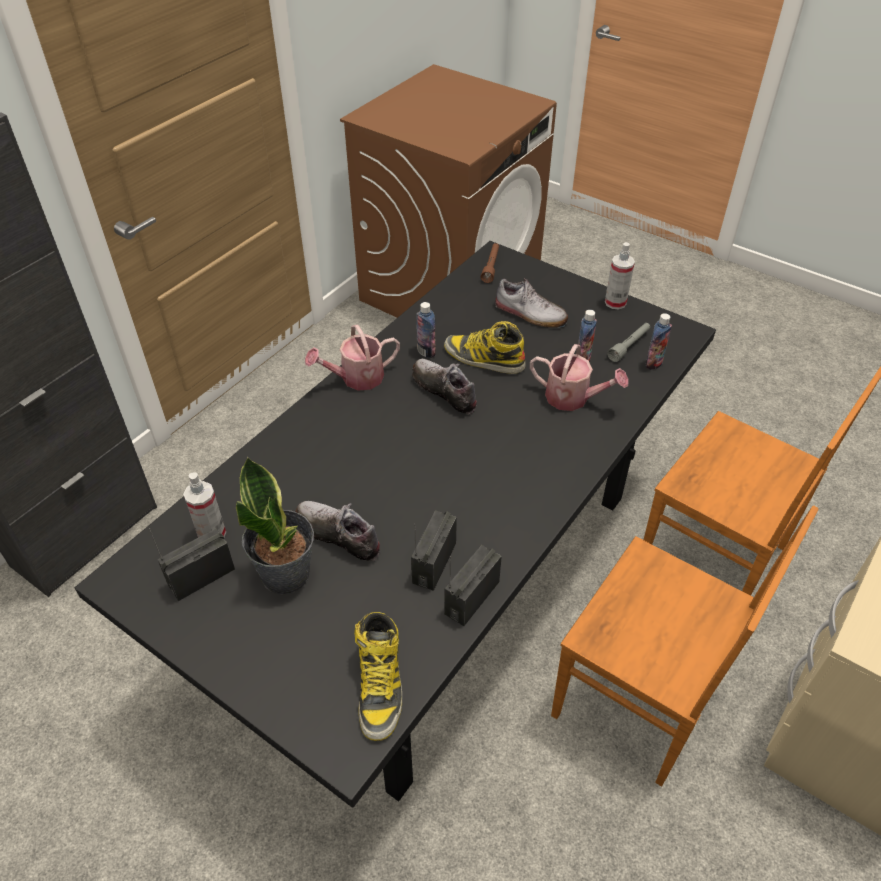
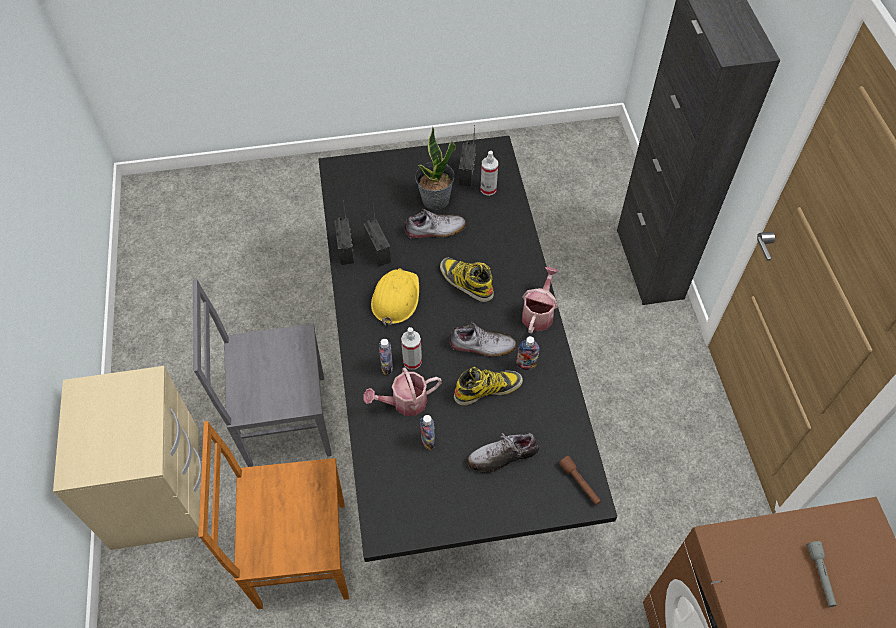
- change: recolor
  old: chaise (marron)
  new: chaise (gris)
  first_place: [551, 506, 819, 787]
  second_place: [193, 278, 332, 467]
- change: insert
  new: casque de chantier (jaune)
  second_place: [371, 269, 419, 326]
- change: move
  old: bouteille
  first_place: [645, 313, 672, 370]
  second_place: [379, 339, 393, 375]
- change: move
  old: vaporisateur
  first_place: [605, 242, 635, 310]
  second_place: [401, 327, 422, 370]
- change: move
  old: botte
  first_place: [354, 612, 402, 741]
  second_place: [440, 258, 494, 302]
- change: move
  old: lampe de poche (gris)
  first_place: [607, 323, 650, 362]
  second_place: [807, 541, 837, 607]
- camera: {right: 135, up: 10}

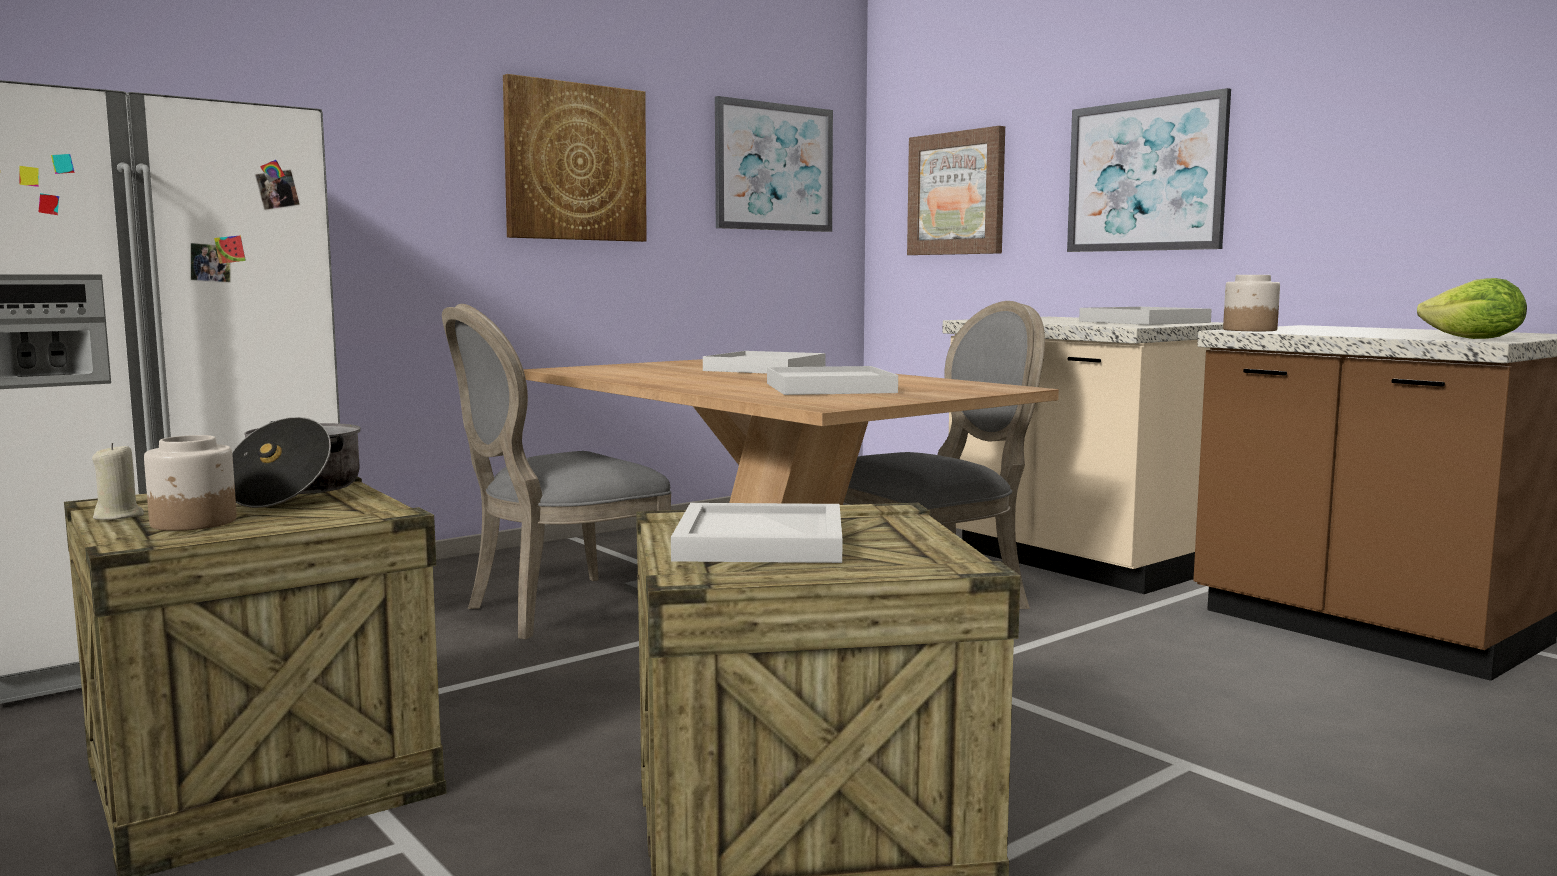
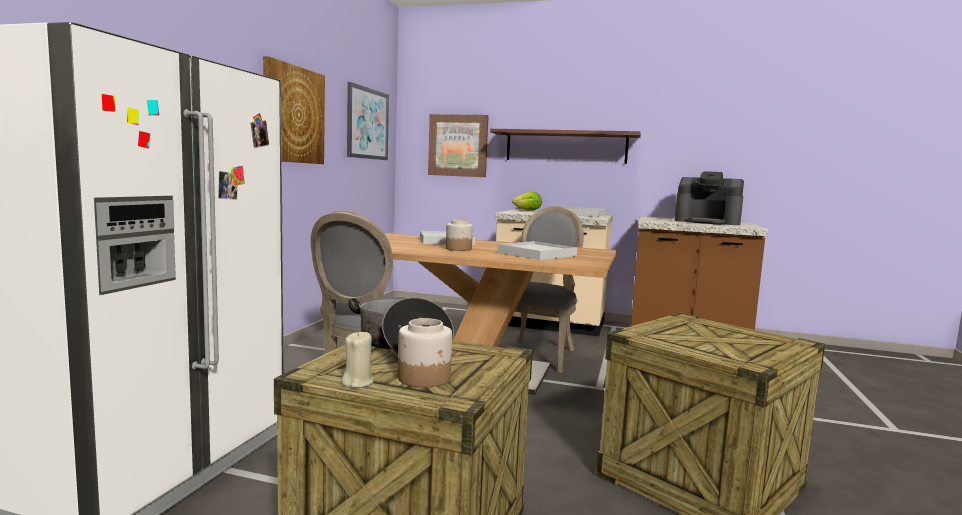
- change: move
  old: bocal
  first_place: [1223, 275, 1280, 331]
  second_place: [446, 220, 473, 251]
- change: replace
  old: tableau
  new: étagère
  first_place: [1067, 88, 1231, 252]
  second_place: [490, 129, 641, 164]
- change: move
  old: laitue
  first_place: [1417, 278, 1527, 339]
  second_place: [512, 192, 542, 210]
- change: insert
  new: machine à café
  second_place: [675, 171, 744, 225]
- change: delete
  old: plateau (blanc)
  first_place: [671, 503, 842, 563]
- camera: {right: -35, up: 0}

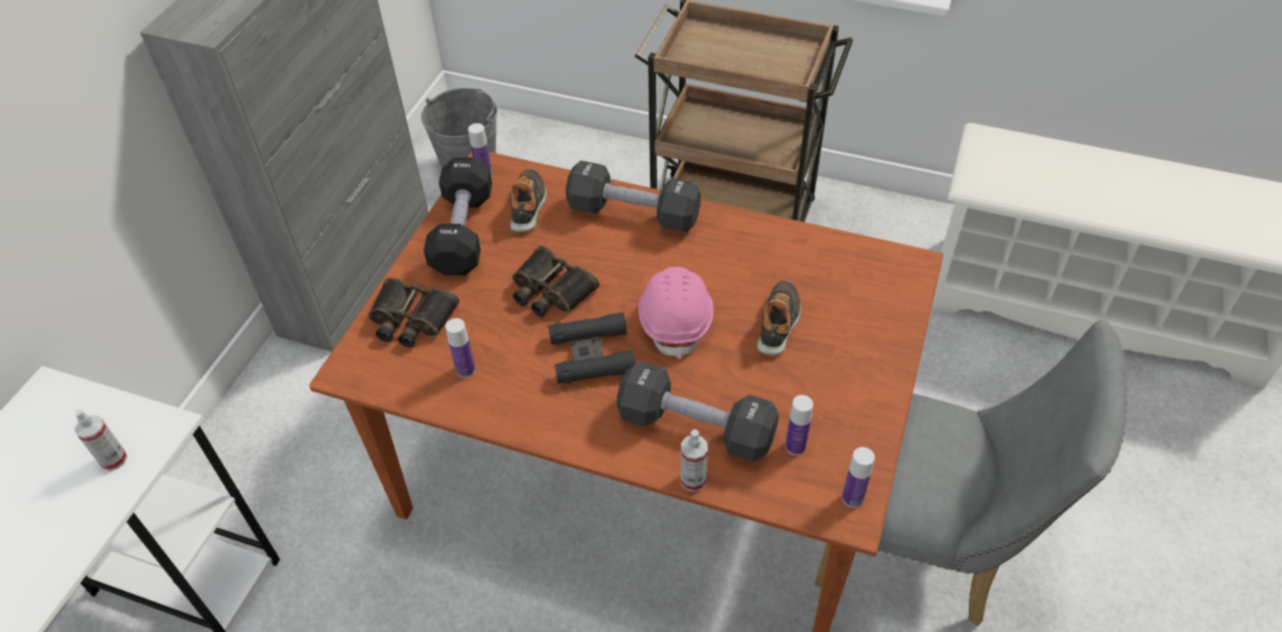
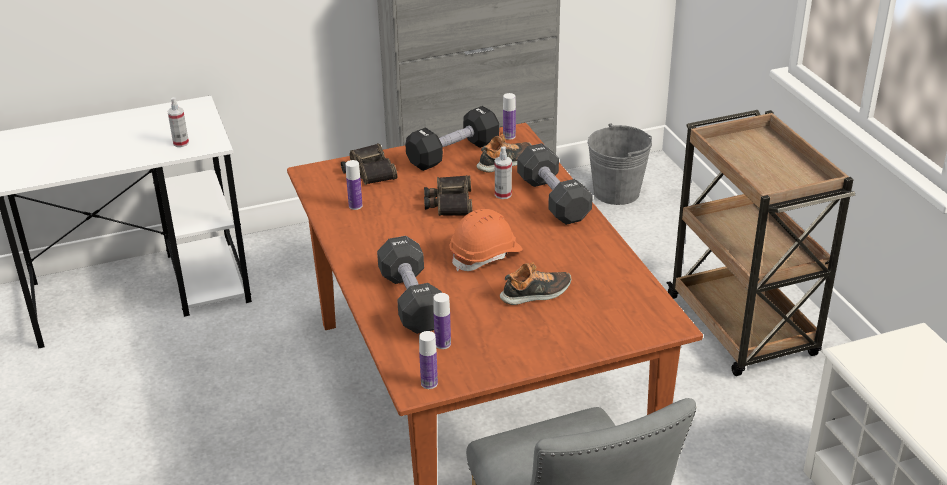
- change: recolor
  old: casque de chantier (rose)
  new: casque de chantier (orange)
  first_place: [638, 267, 714, 359]
  second_place: [450, 209, 523, 271]
- change: move
  old: vaporisateur
  first_place: [680, 429, 708, 492]
  second_place: [495, 146, 512, 199]
- change: delete
  old: jumelles (noir)
  first_place: [548, 312, 635, 384]
- camera: {right: 50, up: -15}

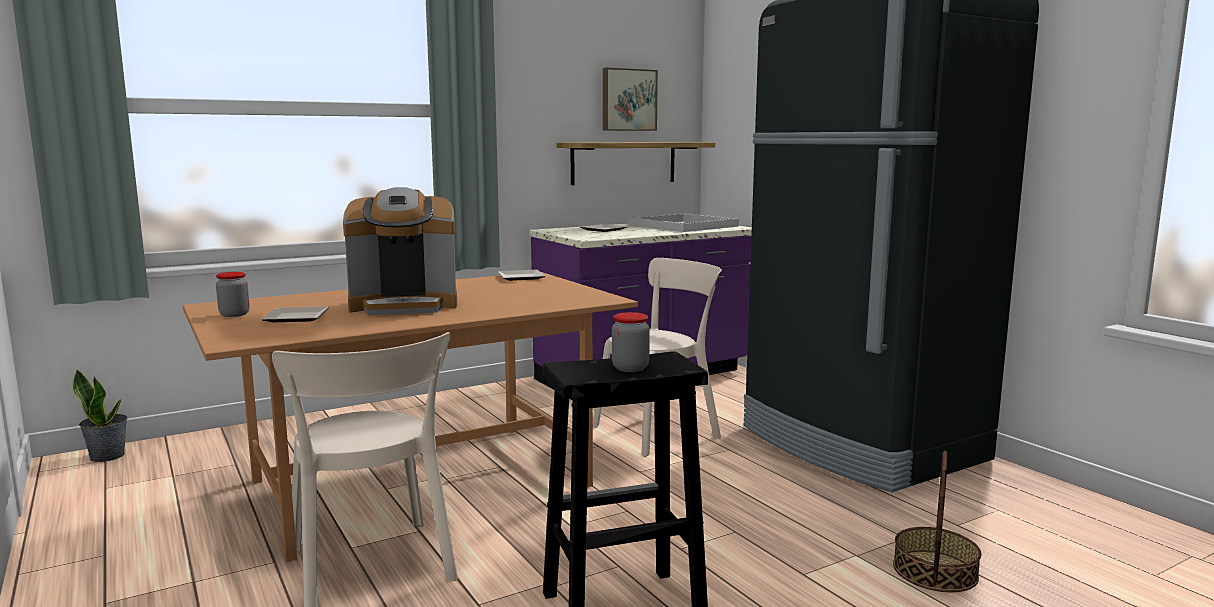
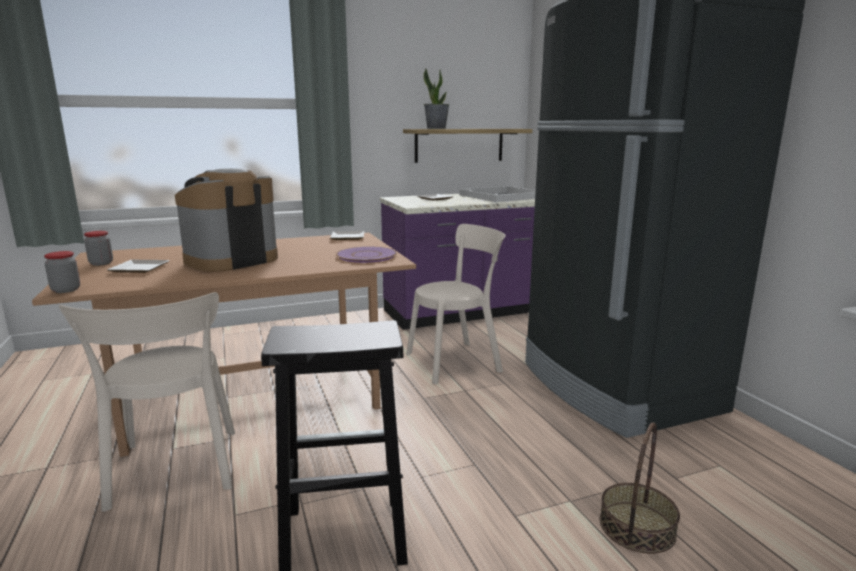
- change: move
  old: bocal
  first_place: [612, 312, 650, 372]
  second_place: [44, 251, 80, 293]
- change: rotate
  old: machine à café
  first_place: [343, 187, 457, 315]
  second_place: [175, 168, 278, 272]
  degrees: 135
- change: insert
  new: assiette (violet)
  second_place: [336, 246, 397, 263]
- change: move
  old: plante en pot
  first_place: [72, 369, 128, 462]
  second_place: [423, 68, 449, 129]
- change: delete
  old: tableau
  first_place: [603, 68, 658, 131]
- camera: {right: 10, up: 5}

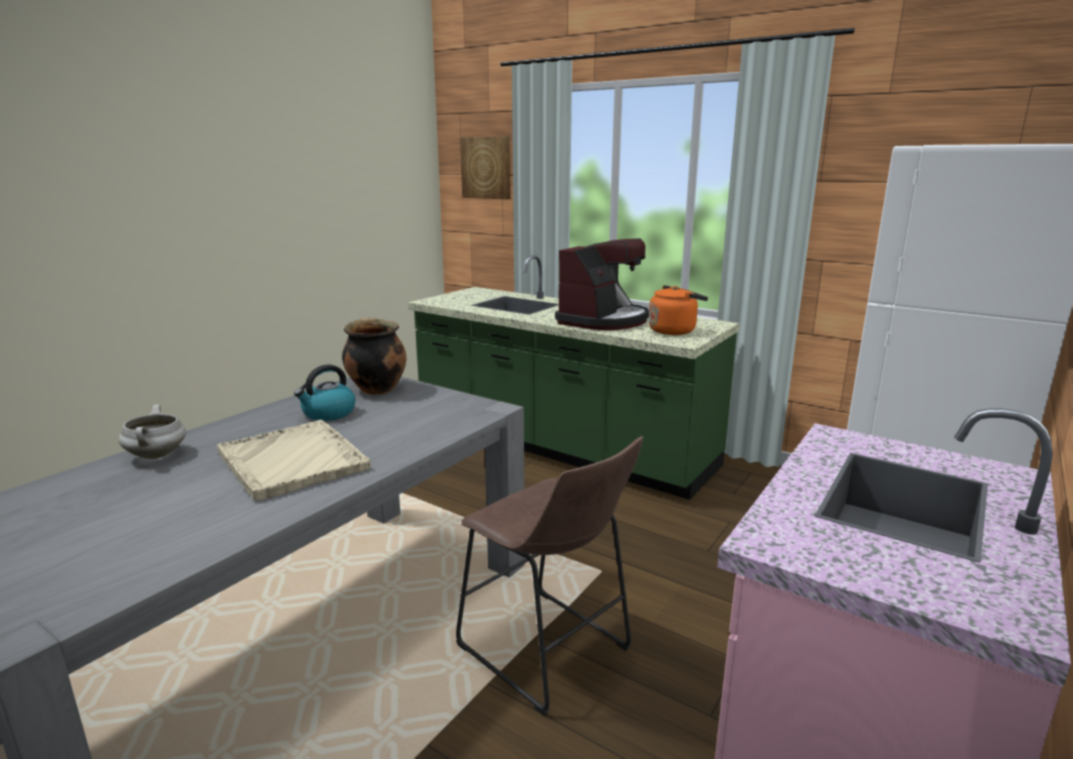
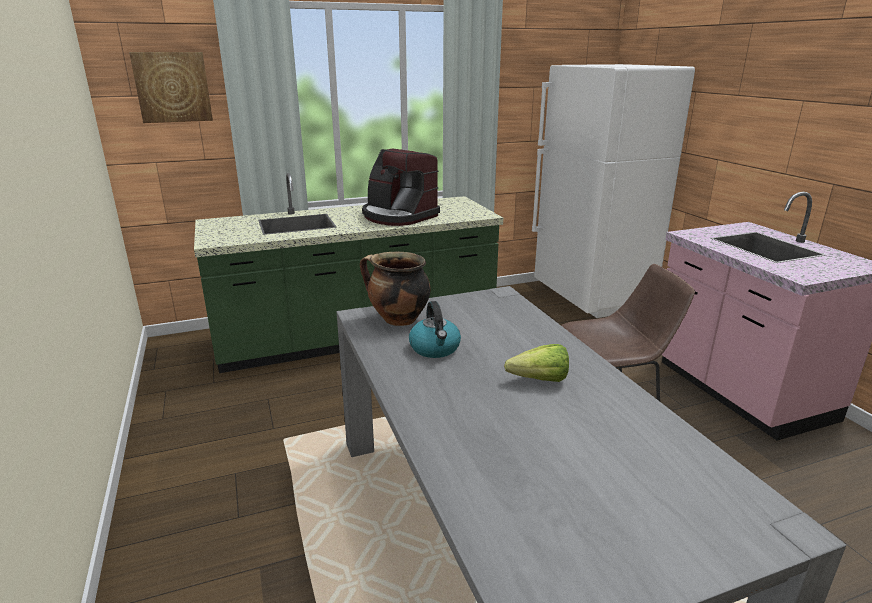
- change: rotate
  old: machine à café
  first_place: [555, 238, 649, 330]
  second_place: [362, 149, 440, 226]
  degrees: 150
- change: replace
  old: plateau (beige)
  new: laitue
  first_place: [217, 420, 371, 501]
  second_place: [504, 344, 569, 382]
- change: delete
  old: marmite (blanc)
  first_place: [119, 405, 186, 459]
- change: delete
  old: bouilloire (orange)
  first_place: [649, 285, 708, 335]
- camera: {right: -55, up: 5}

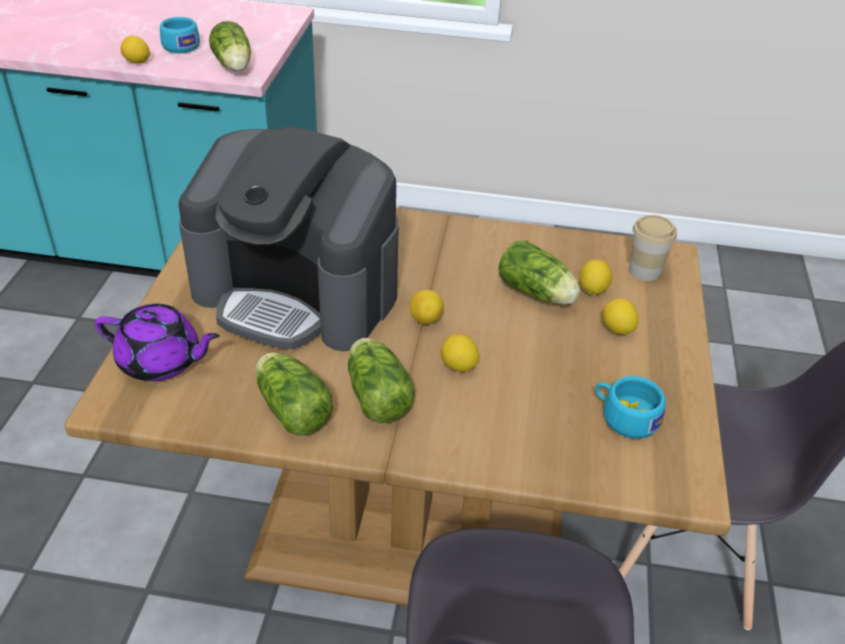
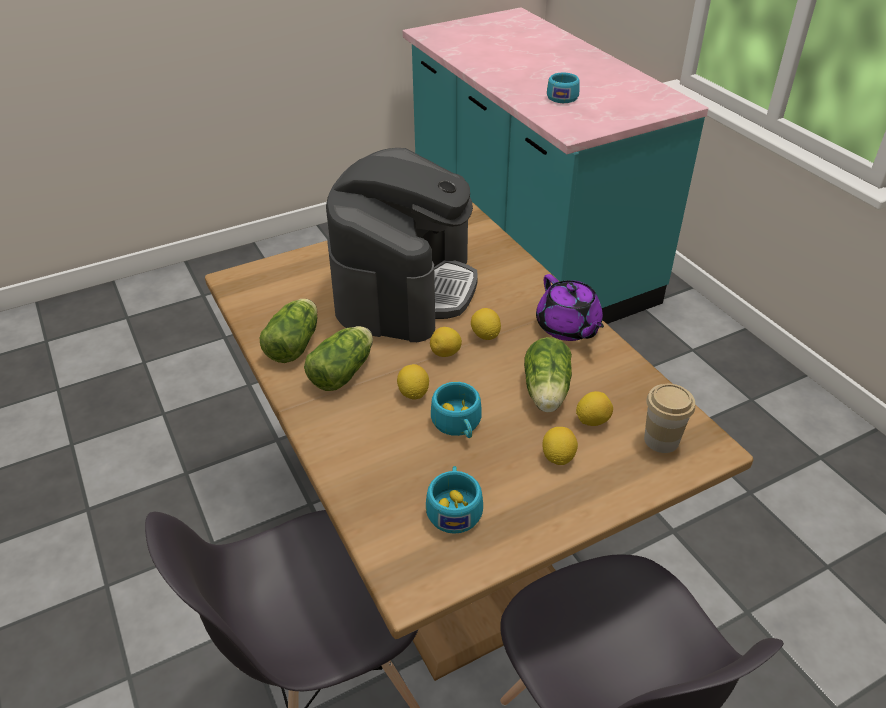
- change: rotate
  old: machine à café
  first_place: [179, 127, 399, 351]
  second_place: [326, 148, 478, 342]
  degrees: -150
- change: insert
  new: tasse (turquoise)
  second_place: [431, 382, 482, 438]
- change: move
  old: citron
  first_place: [120, 36, 150, 64]
  second_place: [471, 308, 501, 340]
- change: move
  old: théière (violet)
  first_place: [95, 304, 220, 381]
  second_place: [536, 274, 604, 341]
- change: delete
  old: laitue
  first_place: [209, 21, 251, 71]
- camera: {right: 55, up: 0}

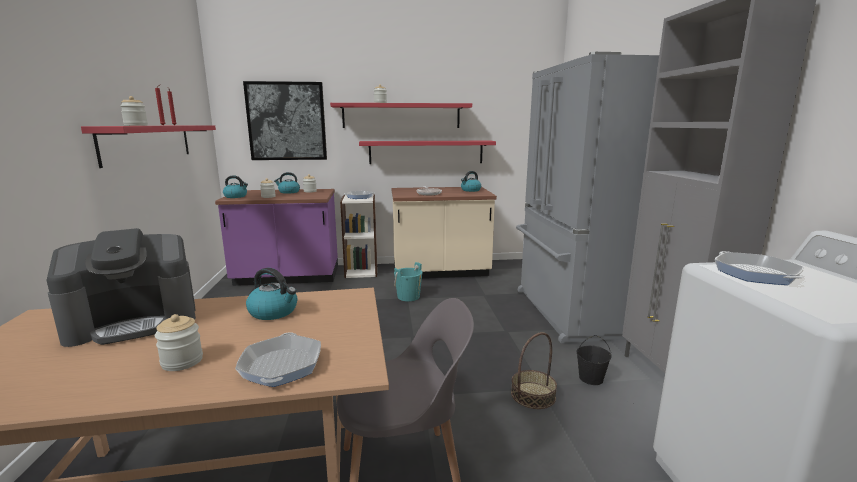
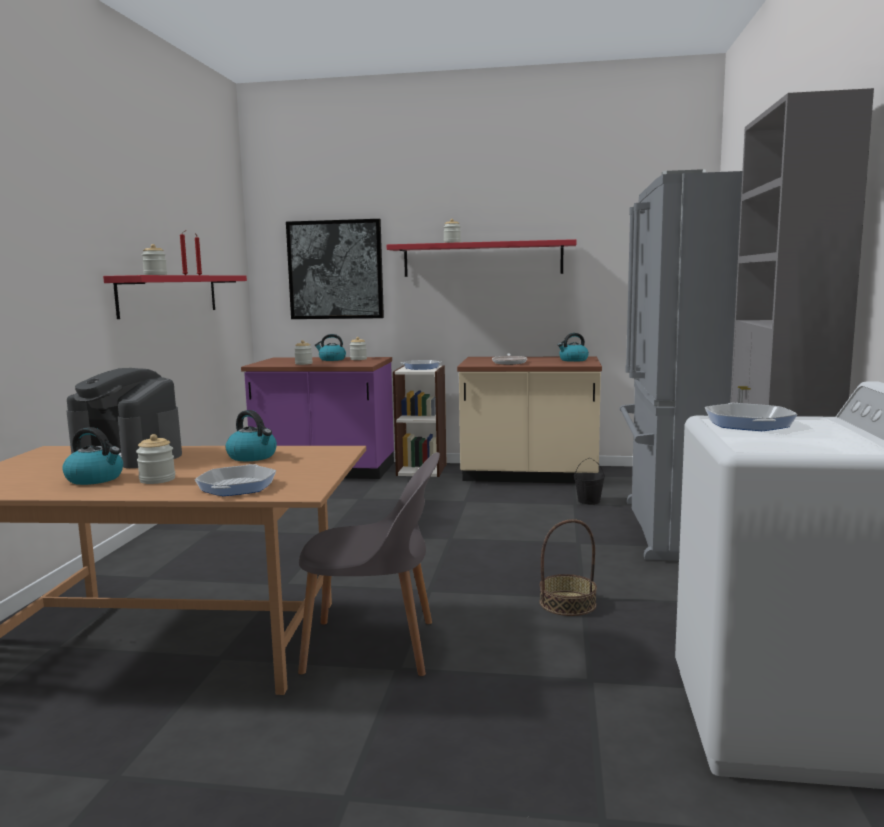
- change: move
  old: bouilloire
  first_place: [223, 175, 248, 198]
  second_place: [62, 427, 123, 485]
- change: rotate
  old: machine à café
  first_place: [47, 228, 196, 347]
  second_place: [67, 368, 182, 468]
  degrees: 45
- change: move
  old: seau (noir)
  first_place: [577, 335, 612, 385]
  second_place: [574, 458, 605, 505]
- change: delete
  old: étagère (rouge)
  first_place: [359, 141, 496, 164]
- change: delete
  old: seau (turquoise)
  first_place: [394, 262, 422, 301]
- camera: {right: 15, up: -5}

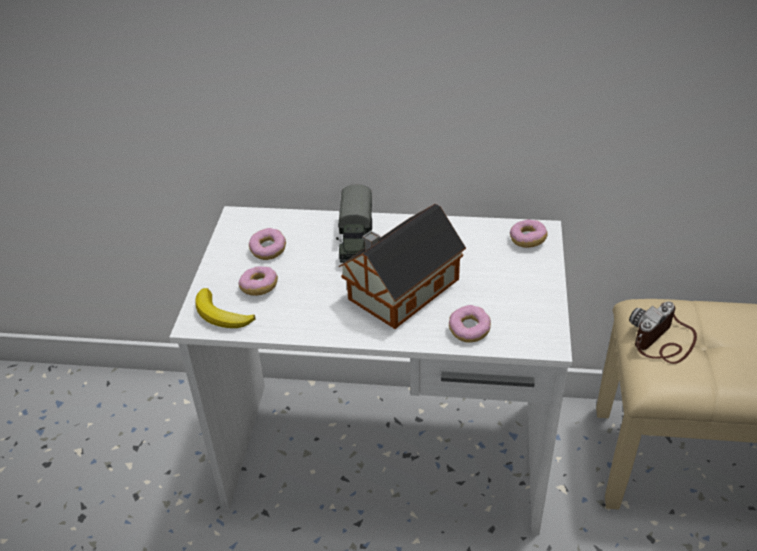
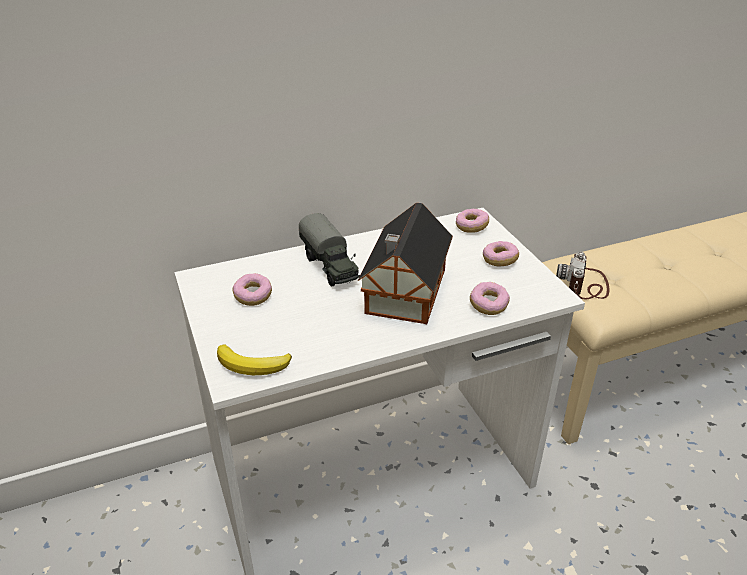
- change: move
  old: beignet
  first_place: [238, 266, 278, 296]
  second_place: [483, 241, 519, 267]
- camera: {right: -30, up: -5}

